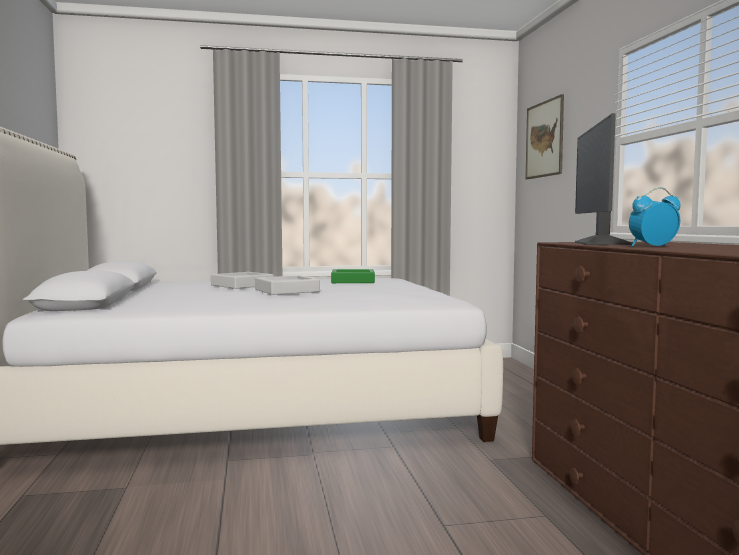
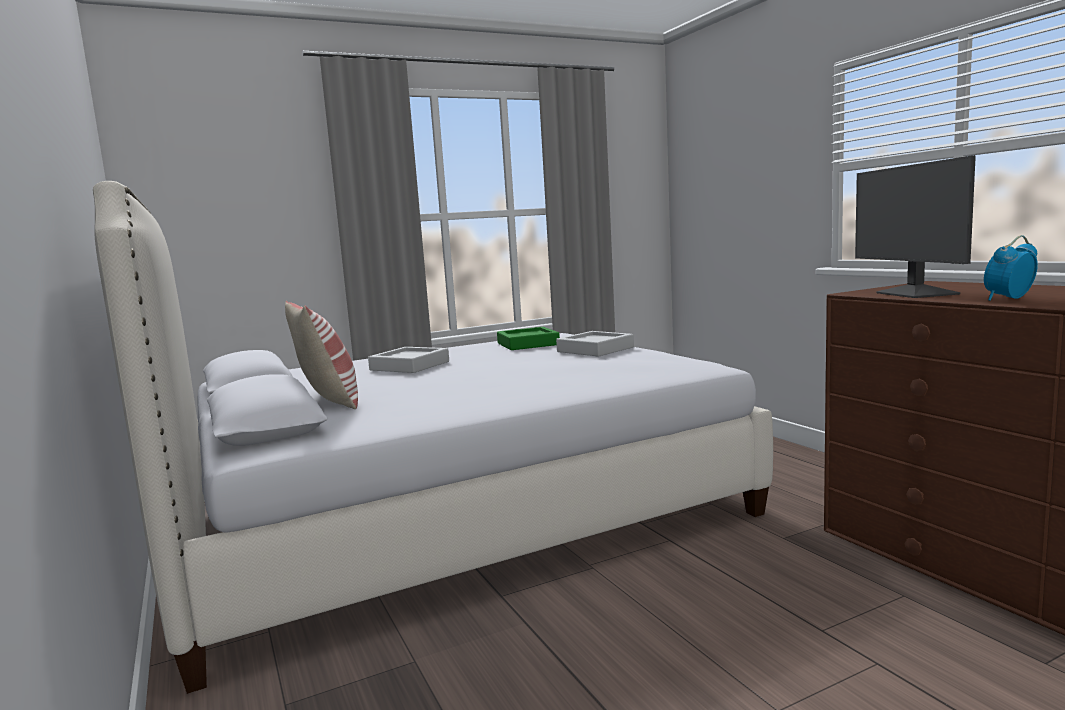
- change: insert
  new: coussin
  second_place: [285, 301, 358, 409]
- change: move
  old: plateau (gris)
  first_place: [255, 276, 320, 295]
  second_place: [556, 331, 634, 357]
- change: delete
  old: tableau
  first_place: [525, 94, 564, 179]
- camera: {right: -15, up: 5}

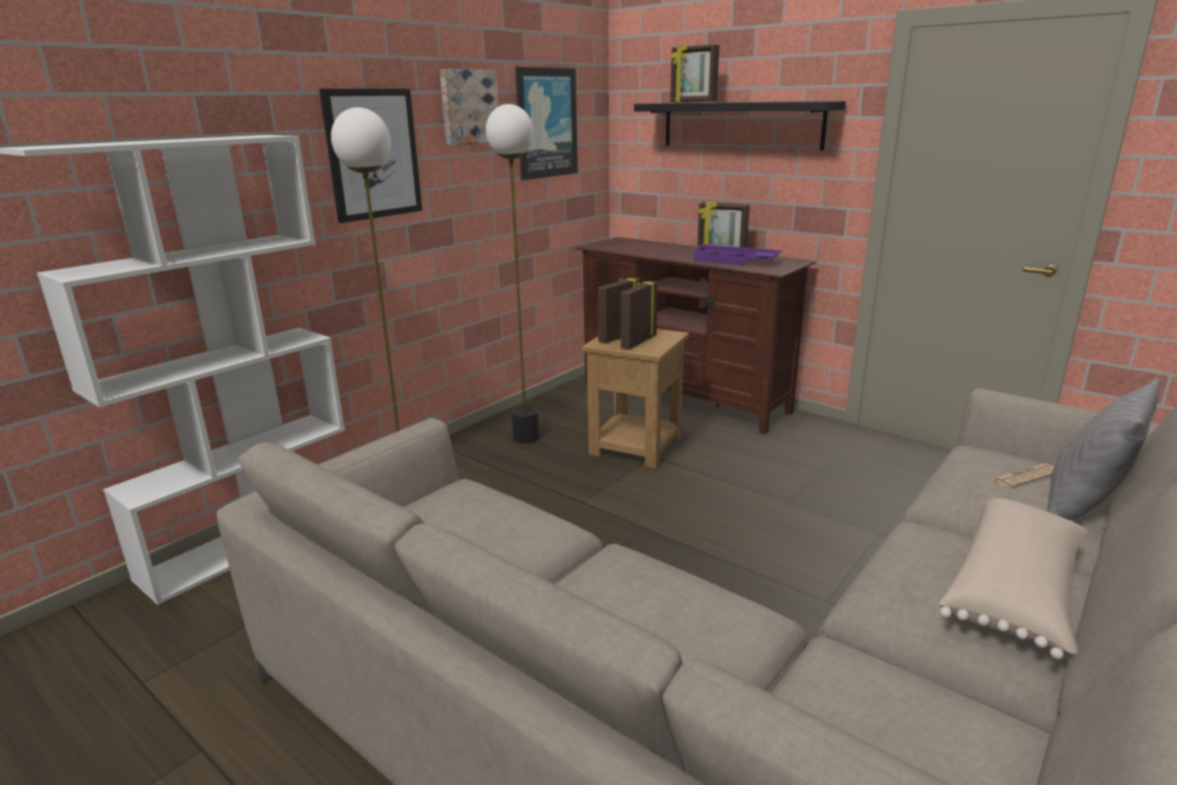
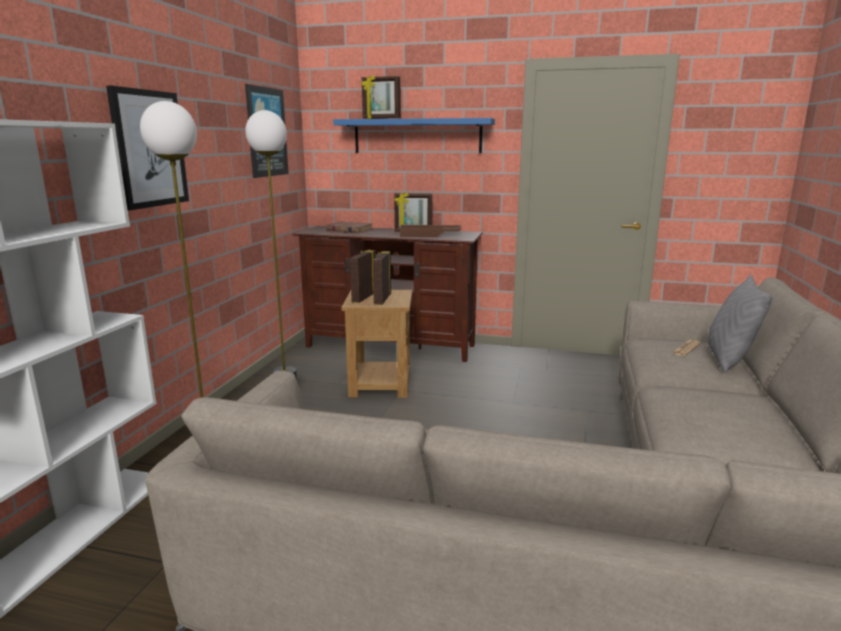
- change: insert
  new: livre (marron)
  second_place: [326, 222, 373, 233]
- change: recolor
  old: étagère (noir)
  new: étagère (bleu)
  first_place: [634, 101, 846, 150]
  second_place: [333, 118, 495, 153]
- change: recolor
  old: plateau (violet)
  new: plateau (marron)
  first_place: [692, 244, 782, 265]
  second_place: [399, 225, 461, 237]
- change: delete
  old: tableau
  first_place: [440, 69, 499, 146]
- change: delete
  old: coussin (beige)
  first_place: [938, 498, 1089, 660]
- camera: {right: -25, up: -5}

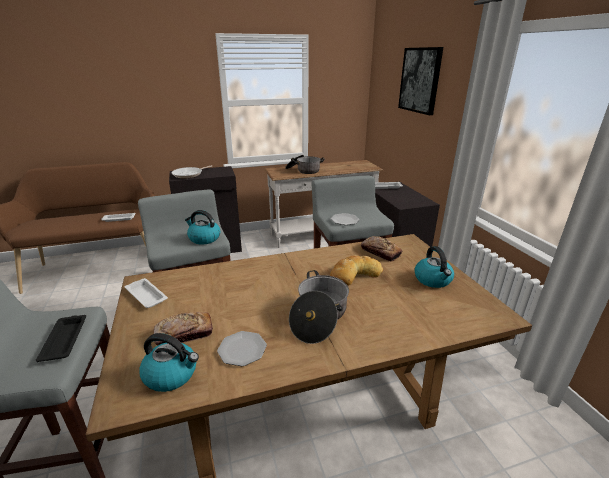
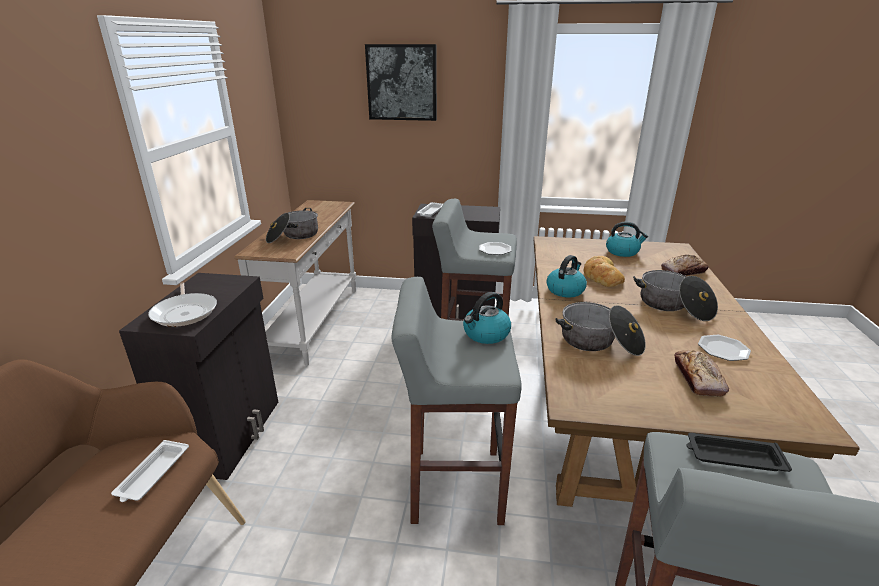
- change: move
  old: bouilloire
  first_place: [139, 333, 199, 392]
  second_place: [547, 255, 587, 297]
- change: insert
  new: marmite
  second_place: [555, 302, 646, 356]
- change: move
  old: pain
  first_place: [361, 236, 402, 261]
  second_place: [661, 254, 709, 276]
- change: delete
  old: plateau (blanc)
  first_place: [125, 278, 168, 308]
- camera: {right: -65, up: 0}

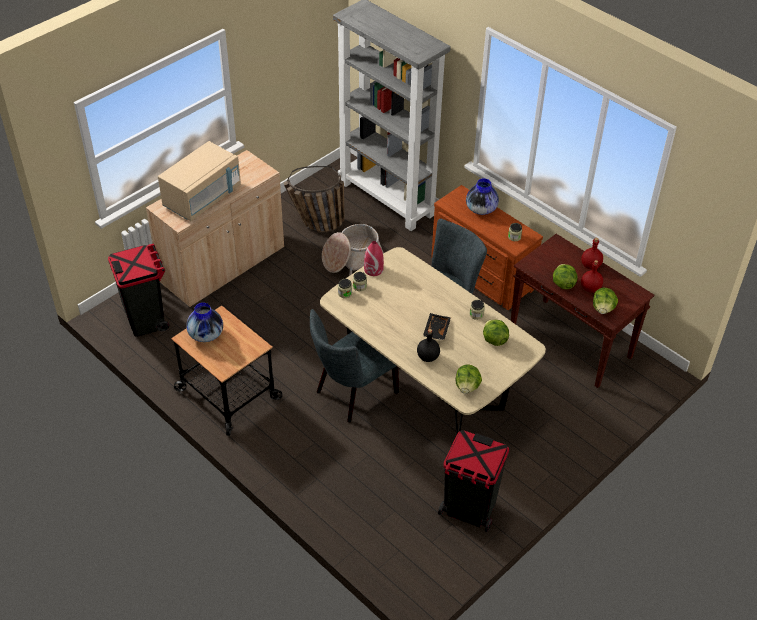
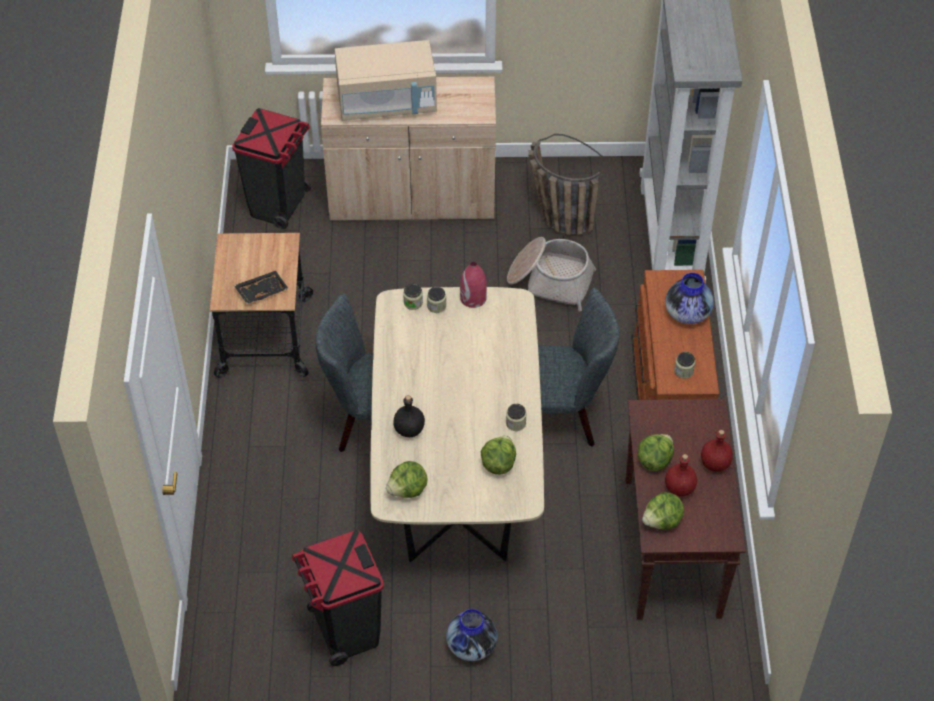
- change: move
  old: plateau (noir)
  first_place: [423, 313, 451, 340]
  second_place: [234, 271, 289, 304]
- change: move
  old: vase
  first_place: [186, 303, 223, 342]
  second_place: [446, 609, 498, 661]
- camera: {right: 45, up: 5}

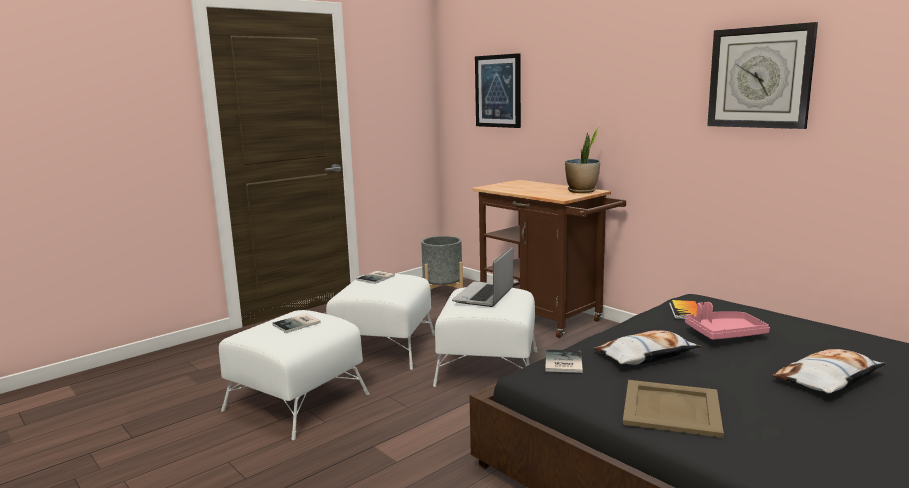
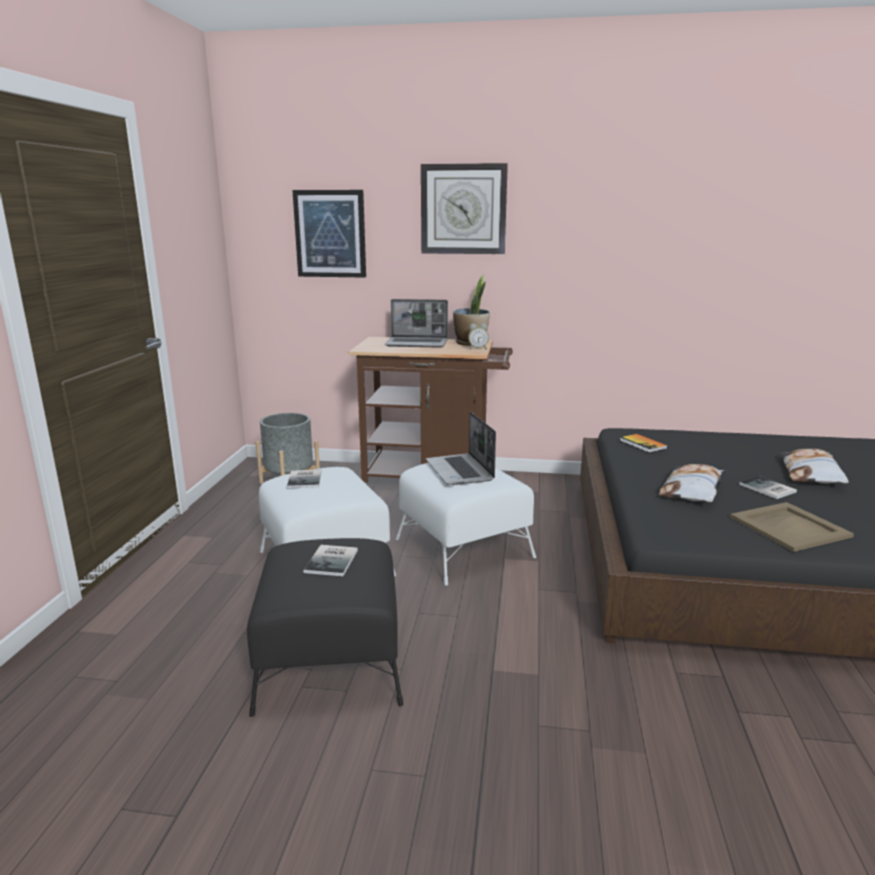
- change: recolor
  old: pouf (blanc)
  new: pouf (noir)
  first_place: [219, 310, 369, 440]
  second_place: [247, 538, 403, 717]
- change: insert
  new: ordinateur portable
  second_place: [385, 299, 448, 348]
- change: move
  old: horloge murale
  first_place: [707, 22, 818, 129]
  second_place: [421, 163, 508, 254]
- change: insert
  new: réveil
  second_place: [468, 323, 489, 350]
- change: move
  old: livre
  first_place: [545, 349, 583, 373]
  second_place: [739, 476, 797, 499]
- change: delete
  old: plateau (rose)
  first_place: [685, 302, 770, 340]
- camera: {right: -40, up: 5}

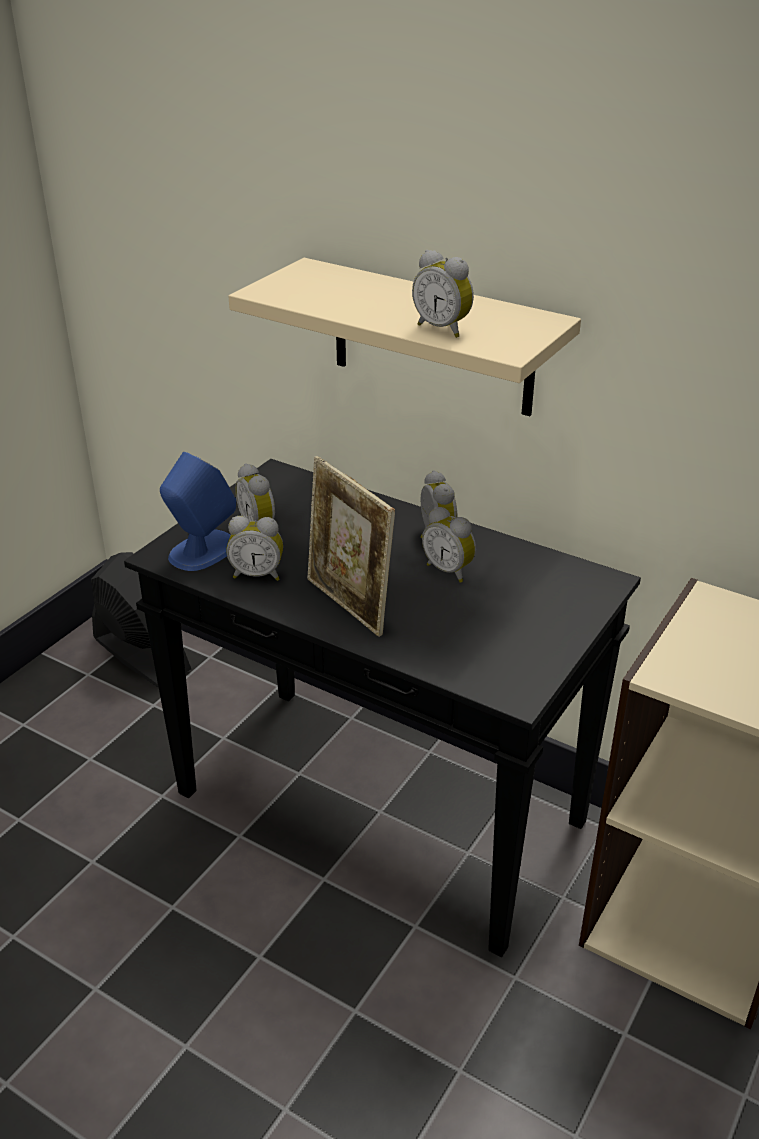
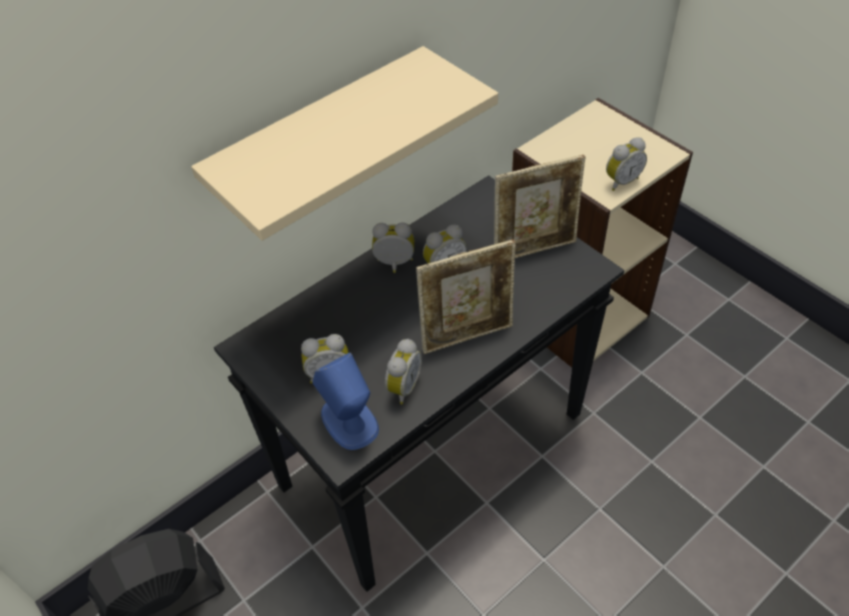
- change: insert
  new: cadre photo
  second_place: [494, 155, 585, 258]
- change: move
  old: réveil
  first_place: [412, 250, 474, 338]
  second_place: [606, 137, 647, 191]
- camera: {right: -70, up: 15}

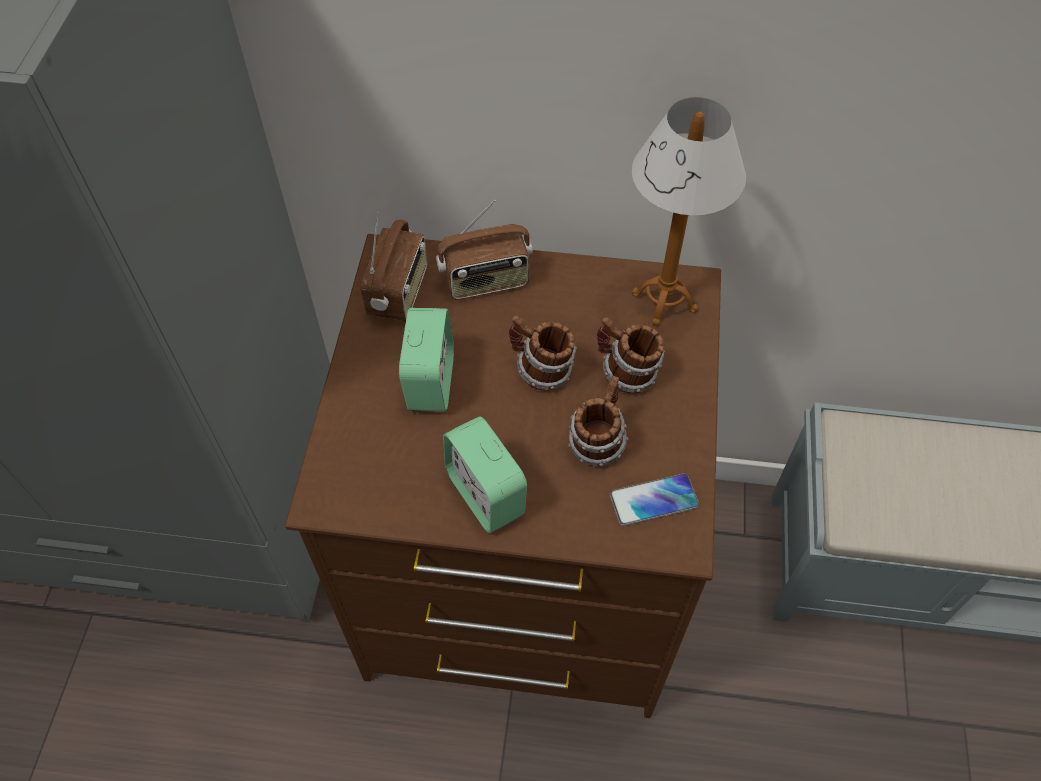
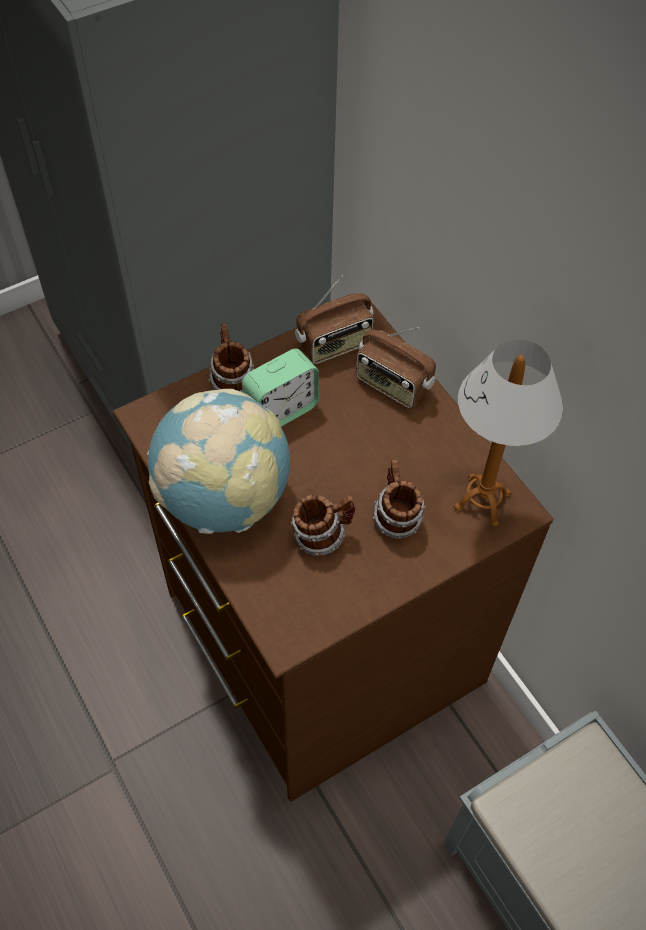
- change: replace
  old: réveil
  new: globe
  first_place: [443, 417, 527, 533]
  second_place: [147, 389, 290, 534]
- change: move
  old: mug
  first_place: [509, 316, 577, 391]
  second_place: [208, 323, 254, 392]
- change: delete
  old: téléphone
  first_place: [609, 473, 699, 526]
- camera: {right: 50, up: 0}

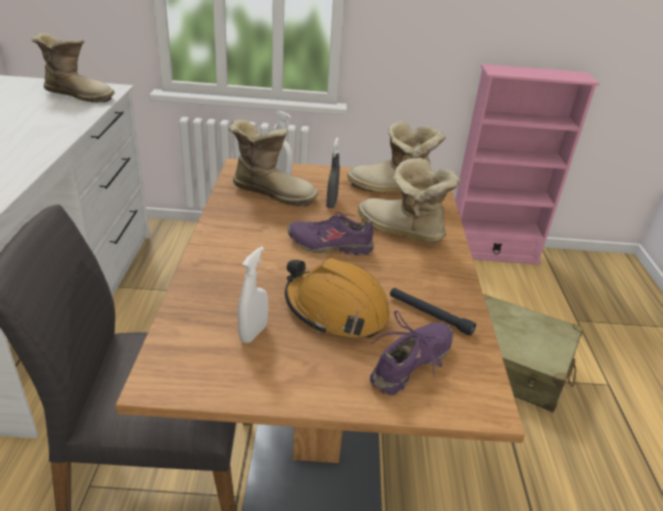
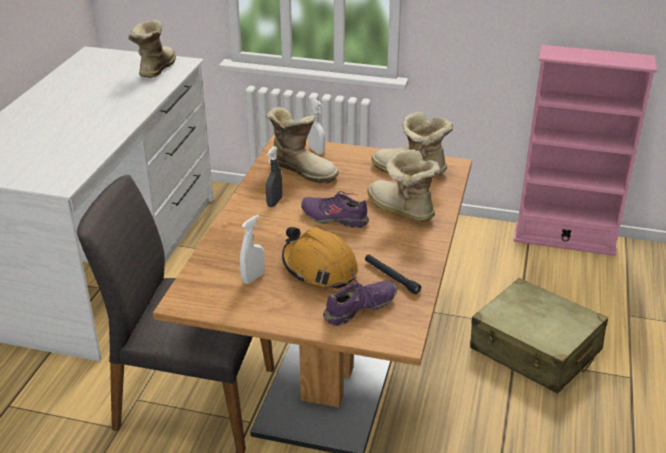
- change: rotate
  old: botte
  first_place: [32, 33, 114, 103]
  second_place: [128, 20, 176, 78]
  degrees: -105
- change: move
  old: vaporisateur (gris)
  first_place: [326, 138, 340, 208]
  second_place: [266, 146, 282, 207]
- camera: {right: 15, up: 0}

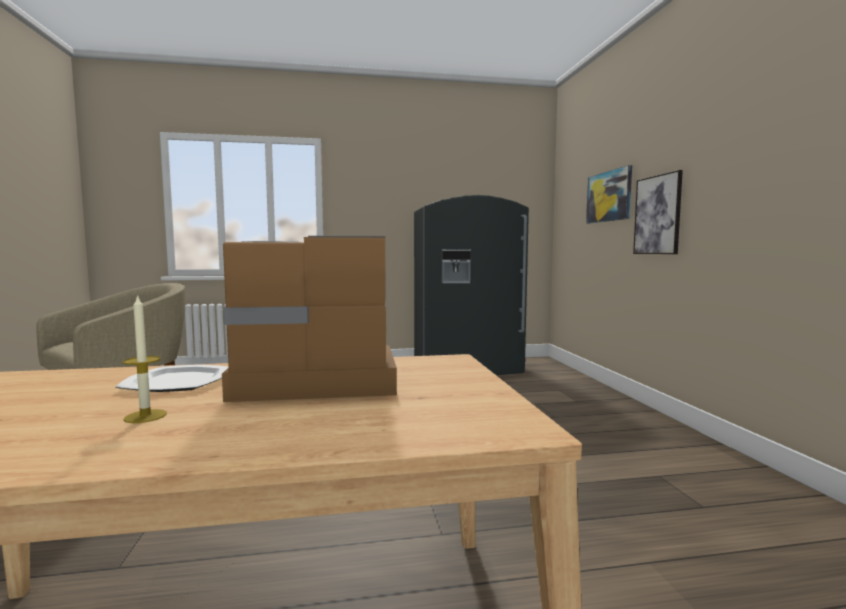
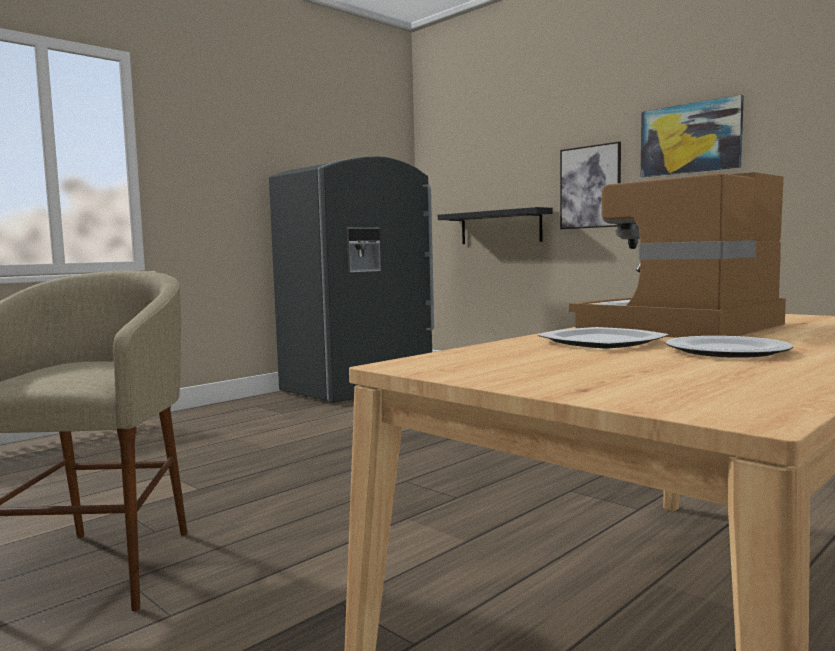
- change: insert
  new: étagère (noir)
  second_place: [438, 207, 553, 244]
- change: move
  old: tableau
  first_place: [586, 165, 632, 223]
  second_place: [641, 94, 744, 177]
- change: replace
  old: bougie
  new: assiette
  first_place: [123, 294, 167, 423]
  second_place: [666, 336, 793, 358]
- camera: {right: -35, up: 0}

